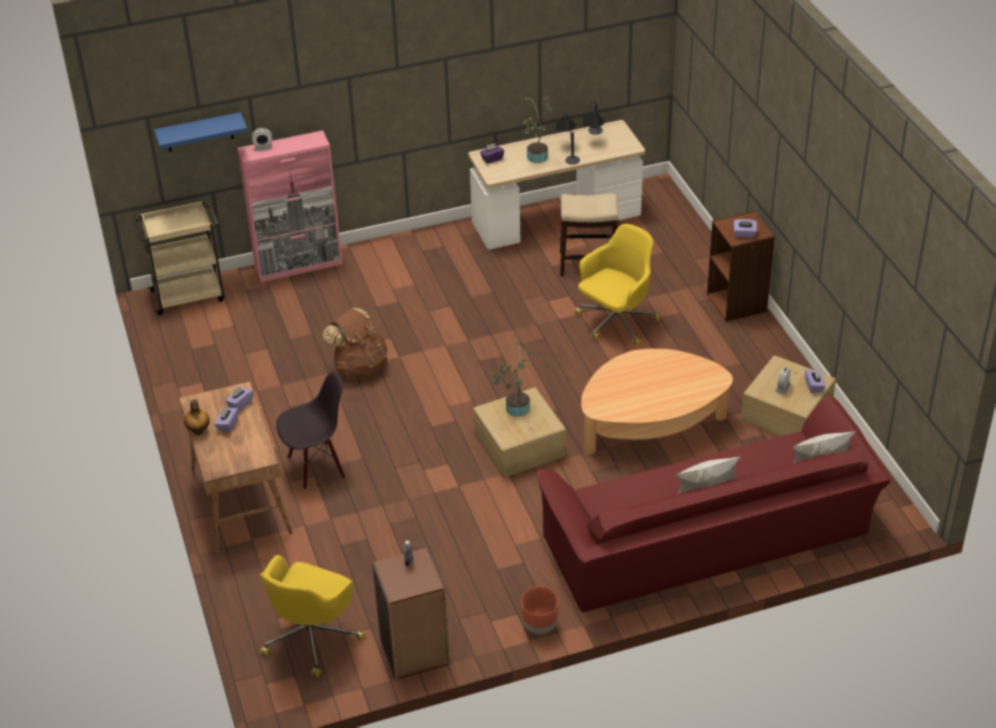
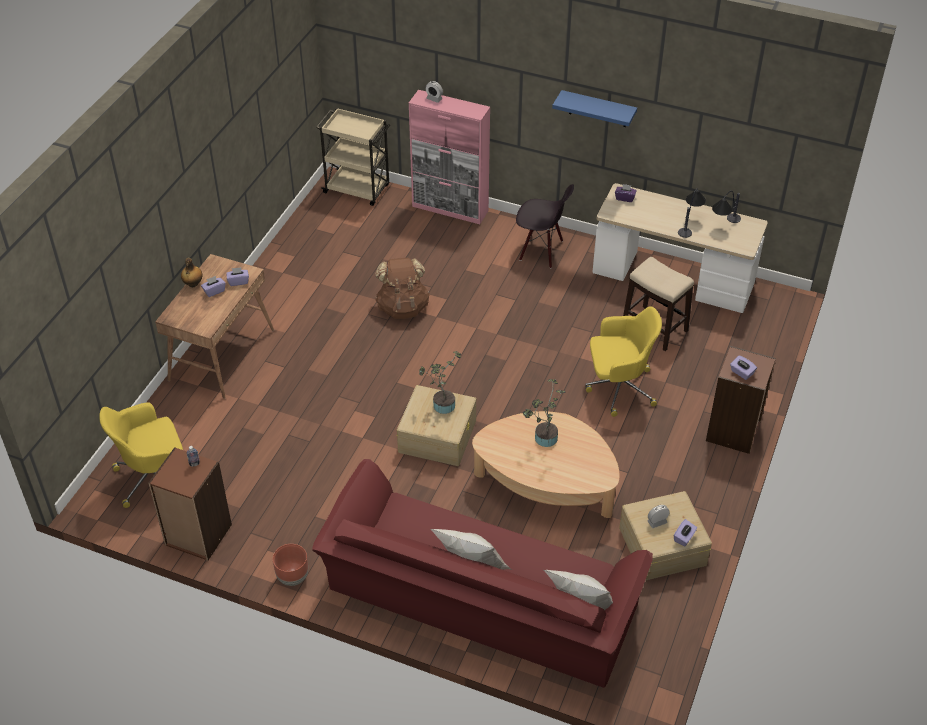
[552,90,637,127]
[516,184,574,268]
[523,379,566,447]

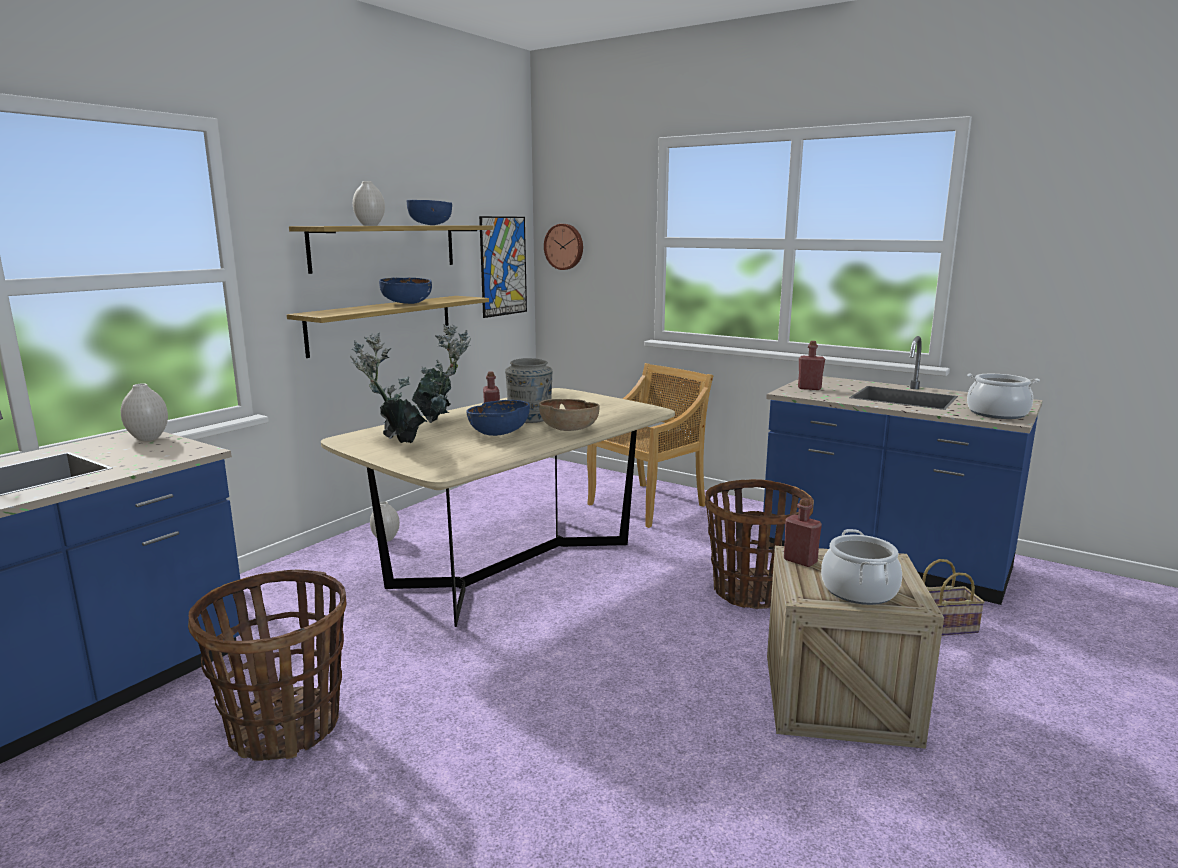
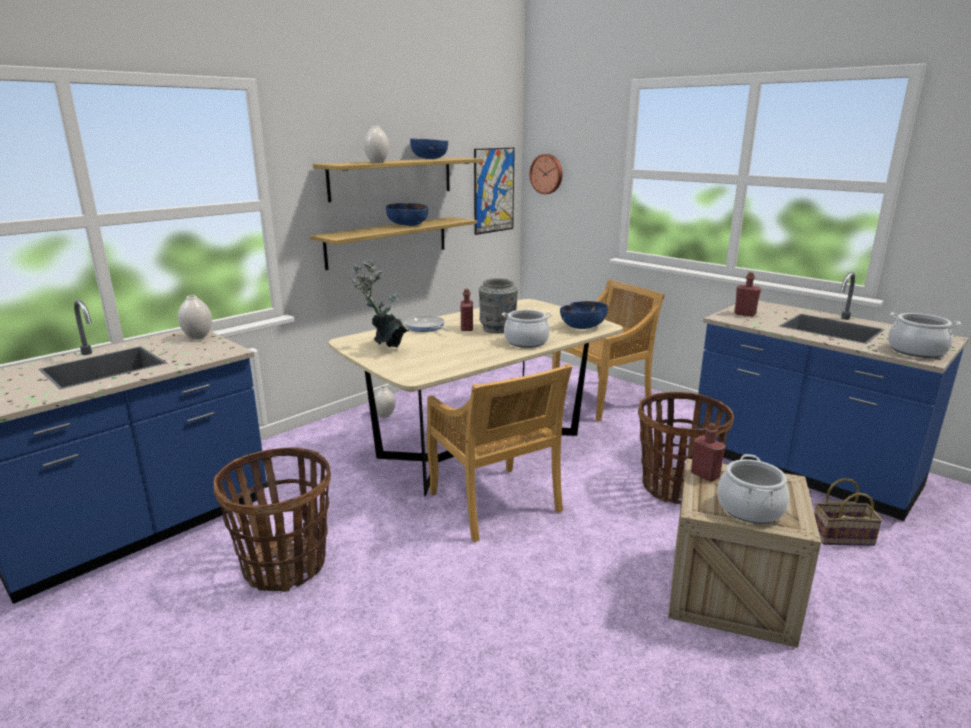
[427,364,572,542]
[560,301,608,329]
[404,316,450,332]
[502,310,553,348]

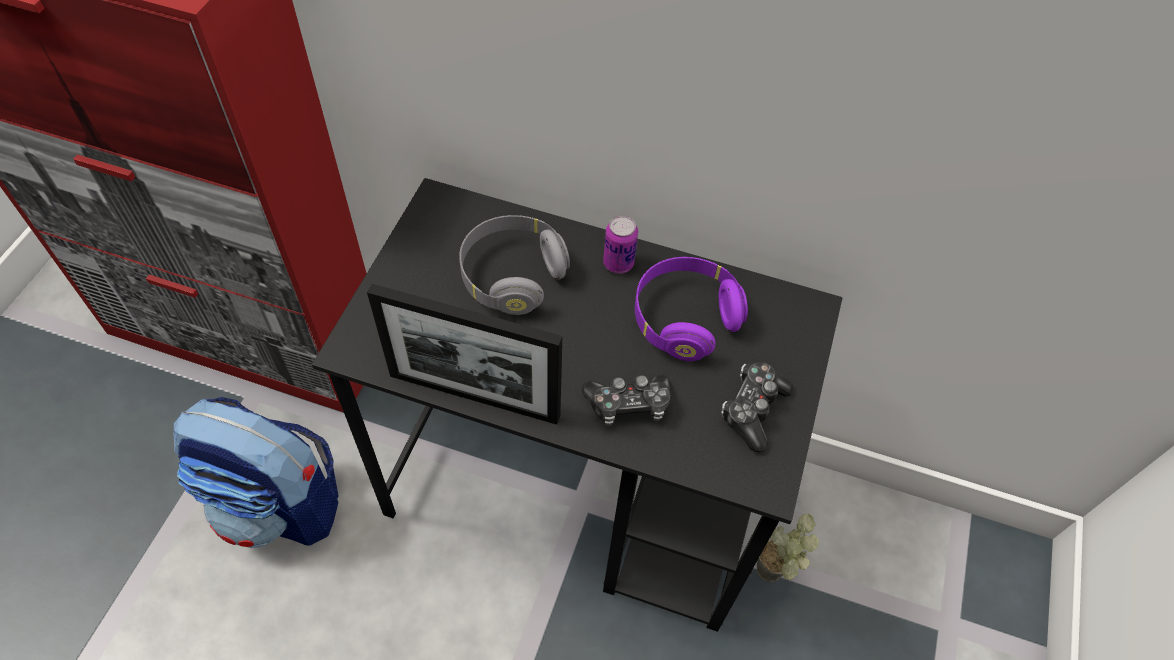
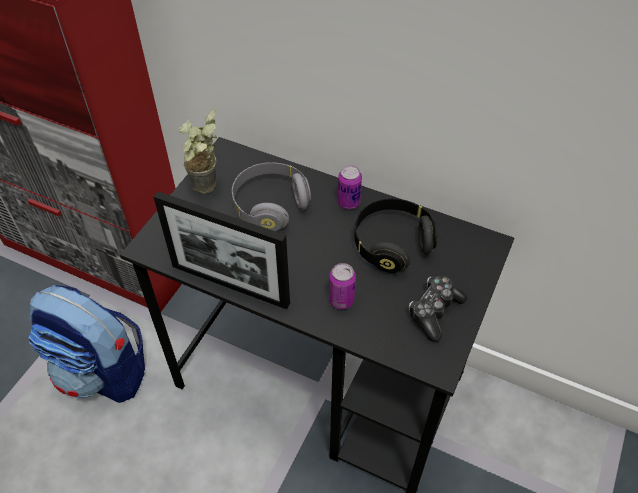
[179,108,217,194]
[329,263,356,310]
[355,198,437,273]

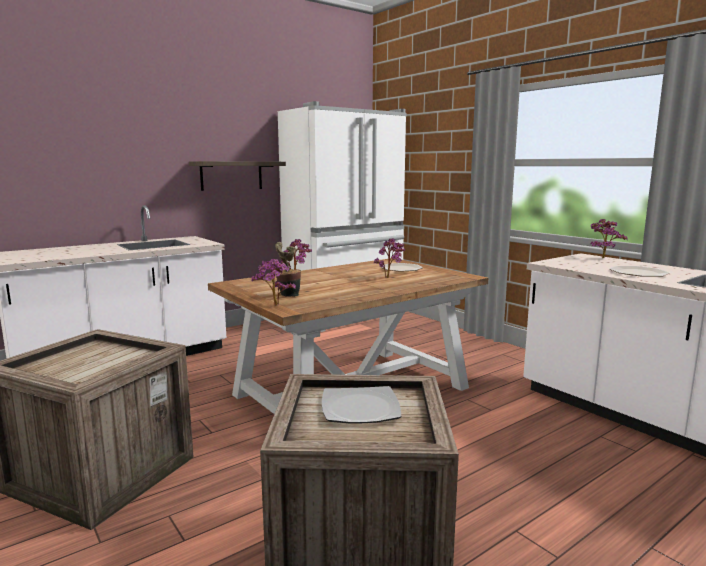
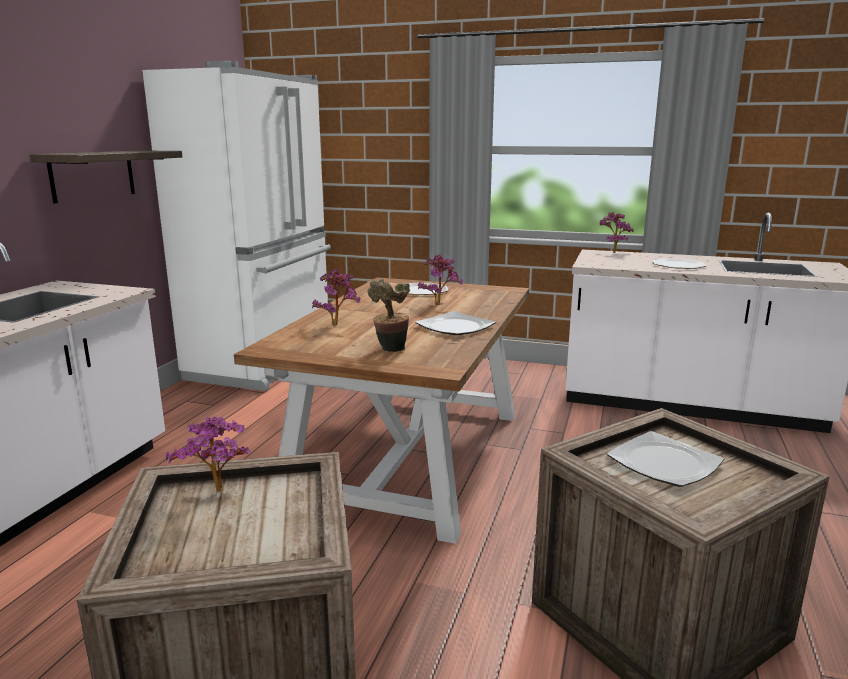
[415,311,496,335]
[166,417,250,492]

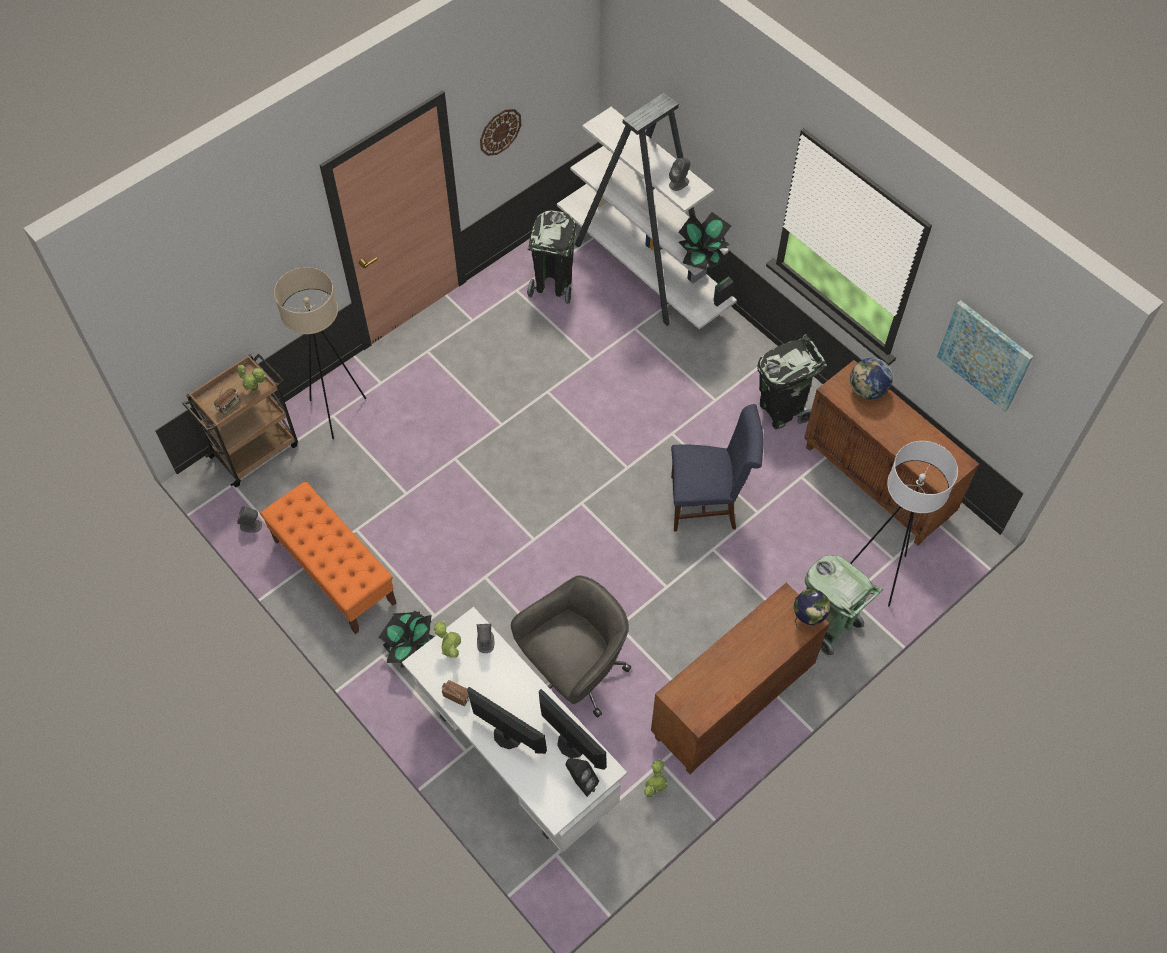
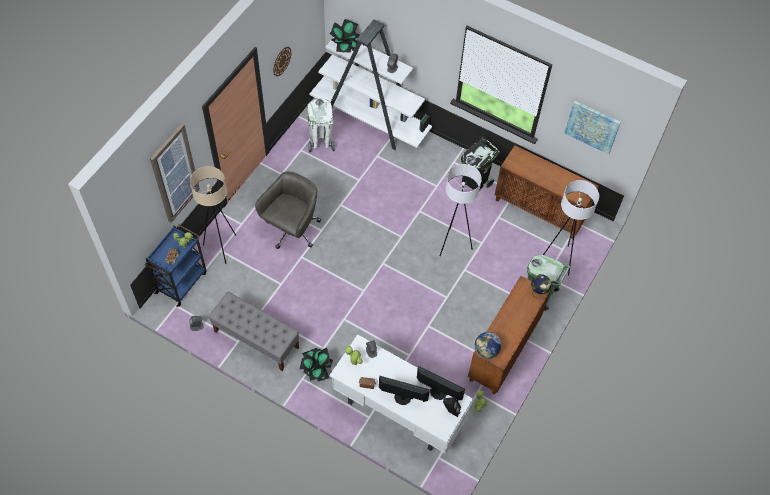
[150,123,200,223]
[255,172,321,249]
[329,19,360,53]
[475,332,501,359]
[440,164,482,256]
[145,224,206,307]
[208,292,299,371]
[307,99,335,153]

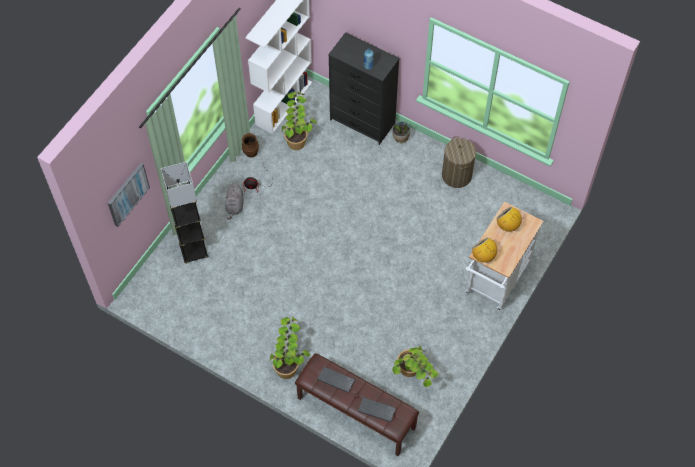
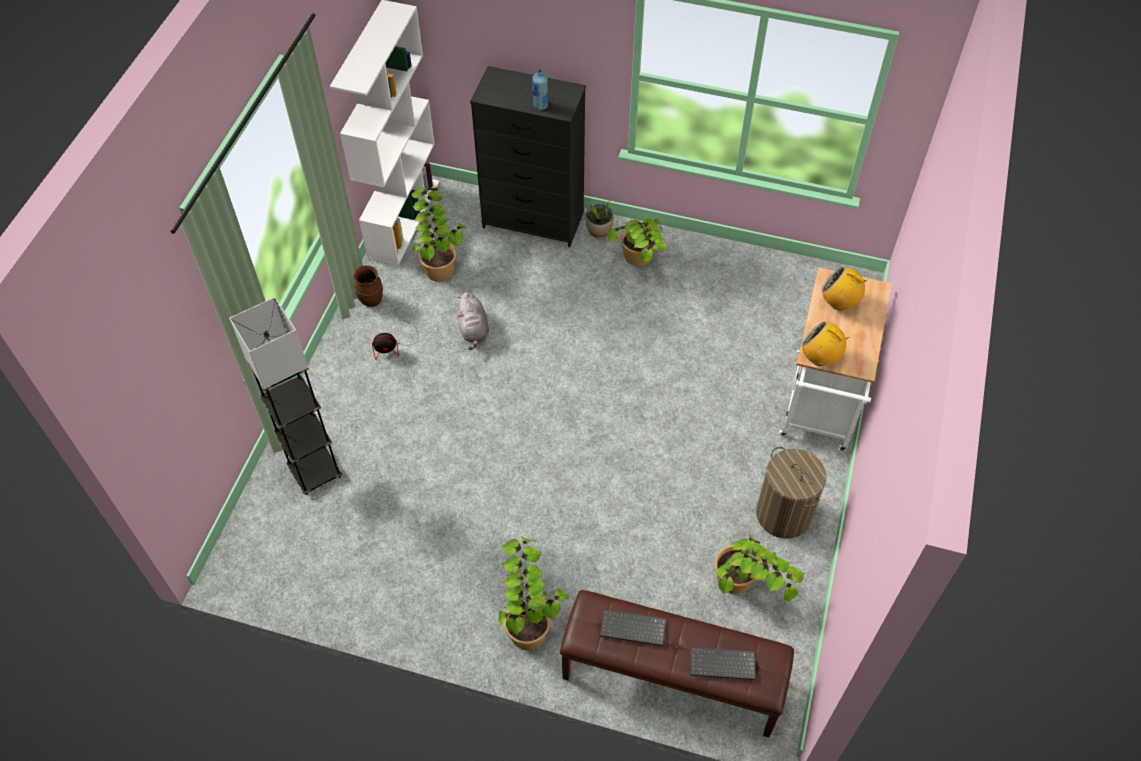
[108,163,150,227] (first image)
[607,218,668,266]
[457,292,489,350]
[756,447,826,539]

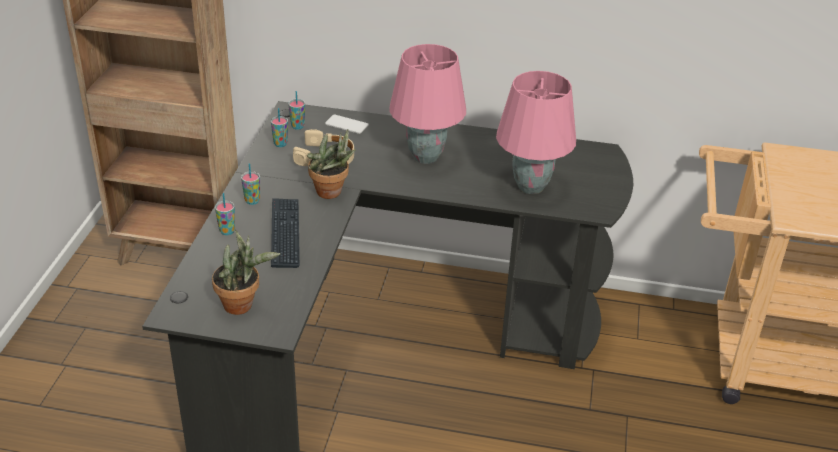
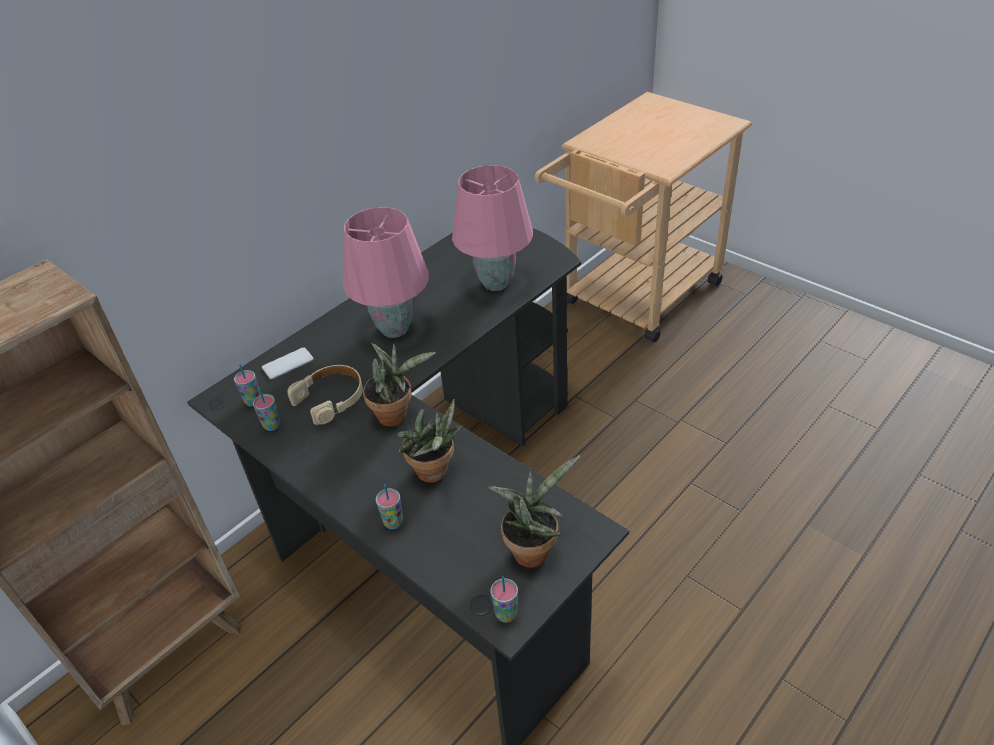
[490,576,518,623]
[397,399,463,483]

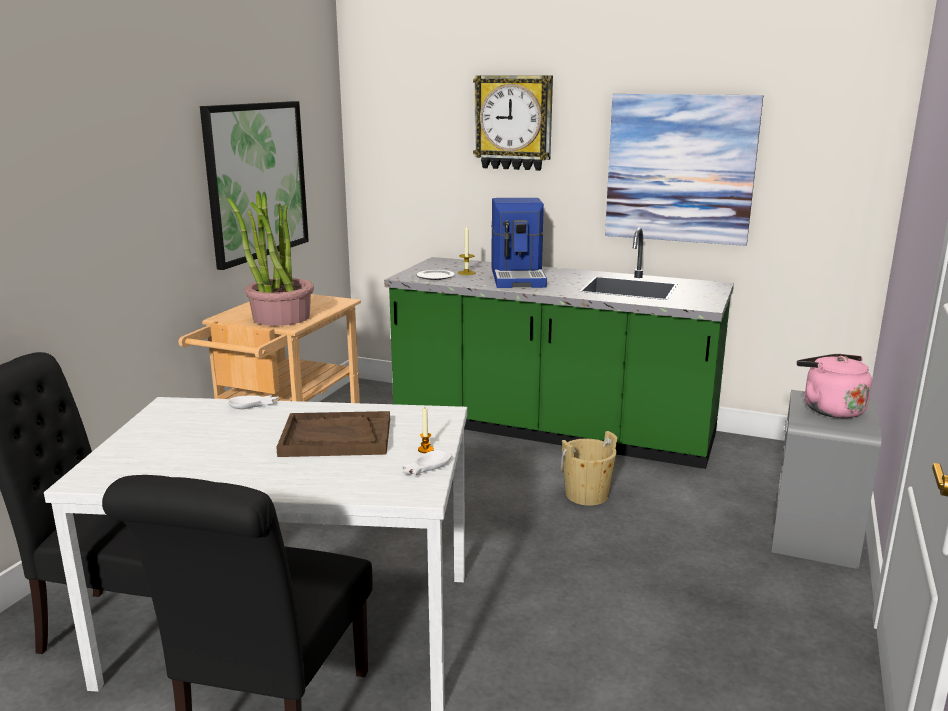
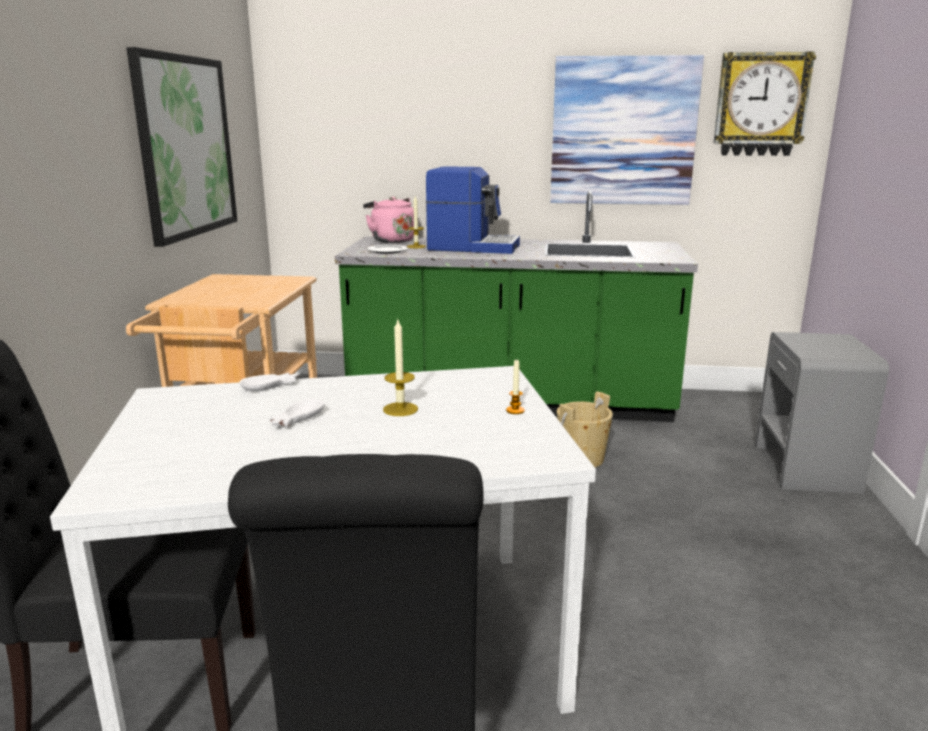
[227,191,314,326] (first image)
[269,399,325,426]
[713,51,816,156]
[363,197,414,243]
[383,320,418,416]
[426,166,520,254]

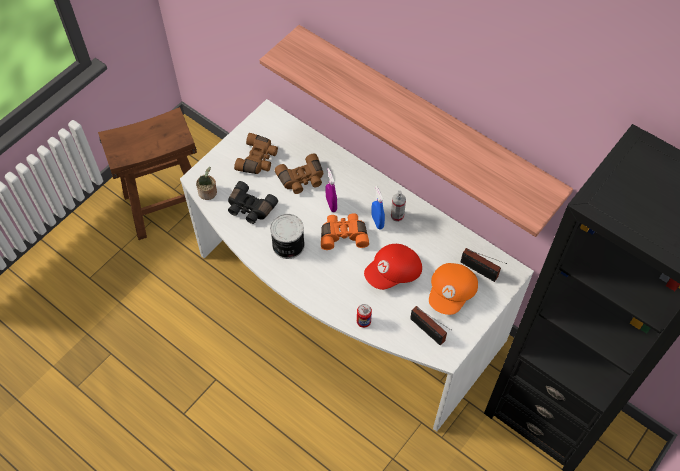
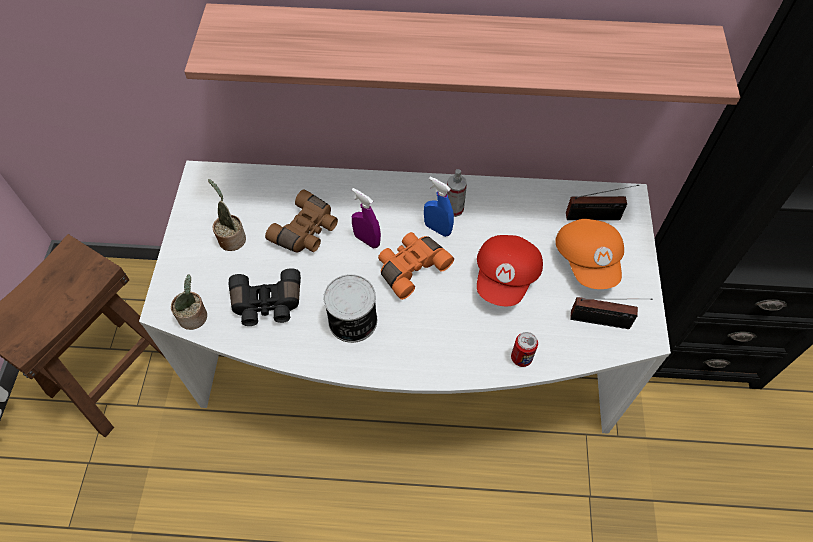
[208,179,246,251]

